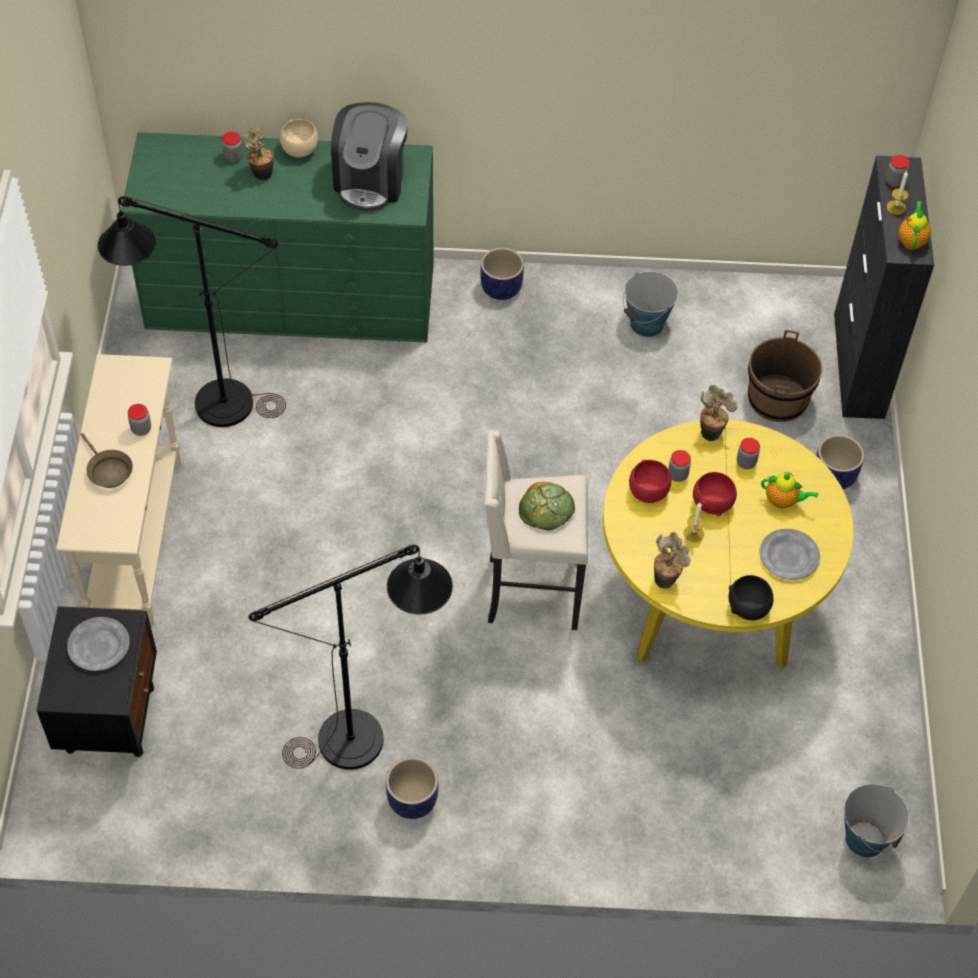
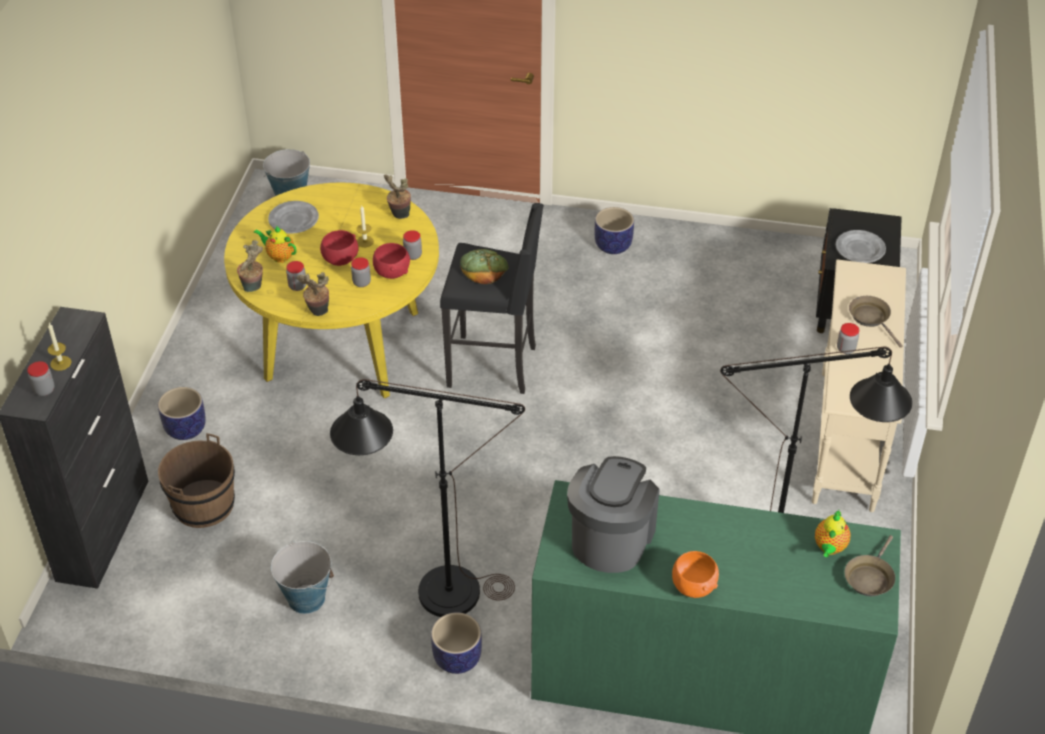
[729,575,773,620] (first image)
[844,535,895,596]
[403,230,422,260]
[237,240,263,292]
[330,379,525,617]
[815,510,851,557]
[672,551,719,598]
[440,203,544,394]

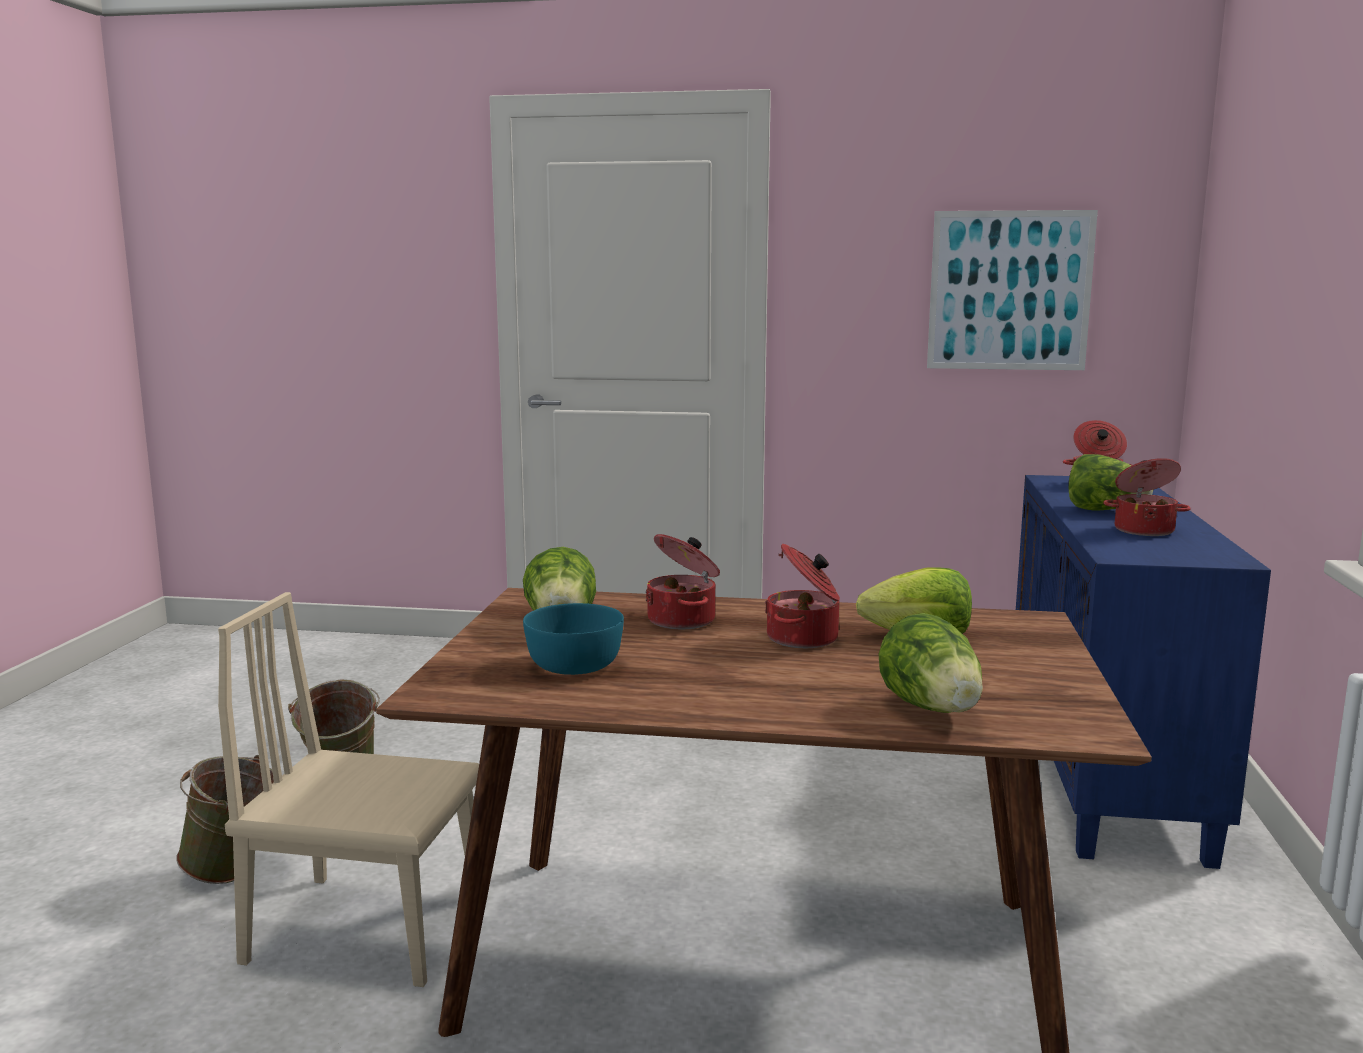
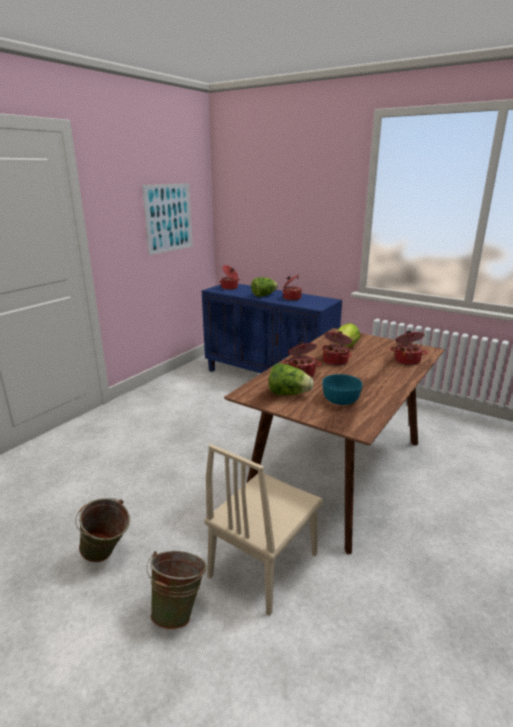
[390,331,428,366]

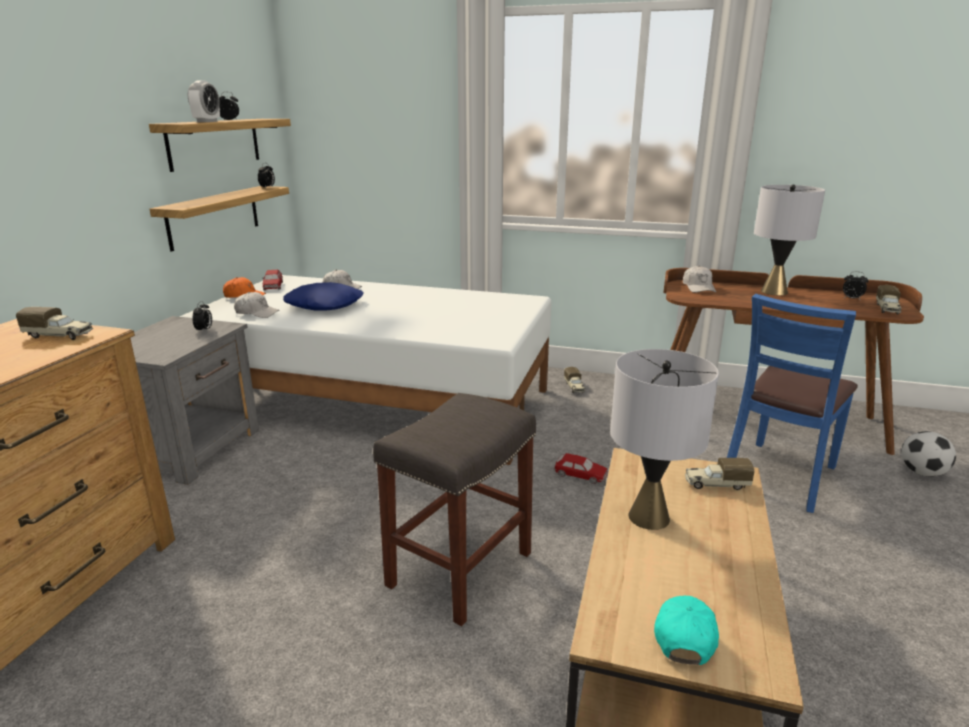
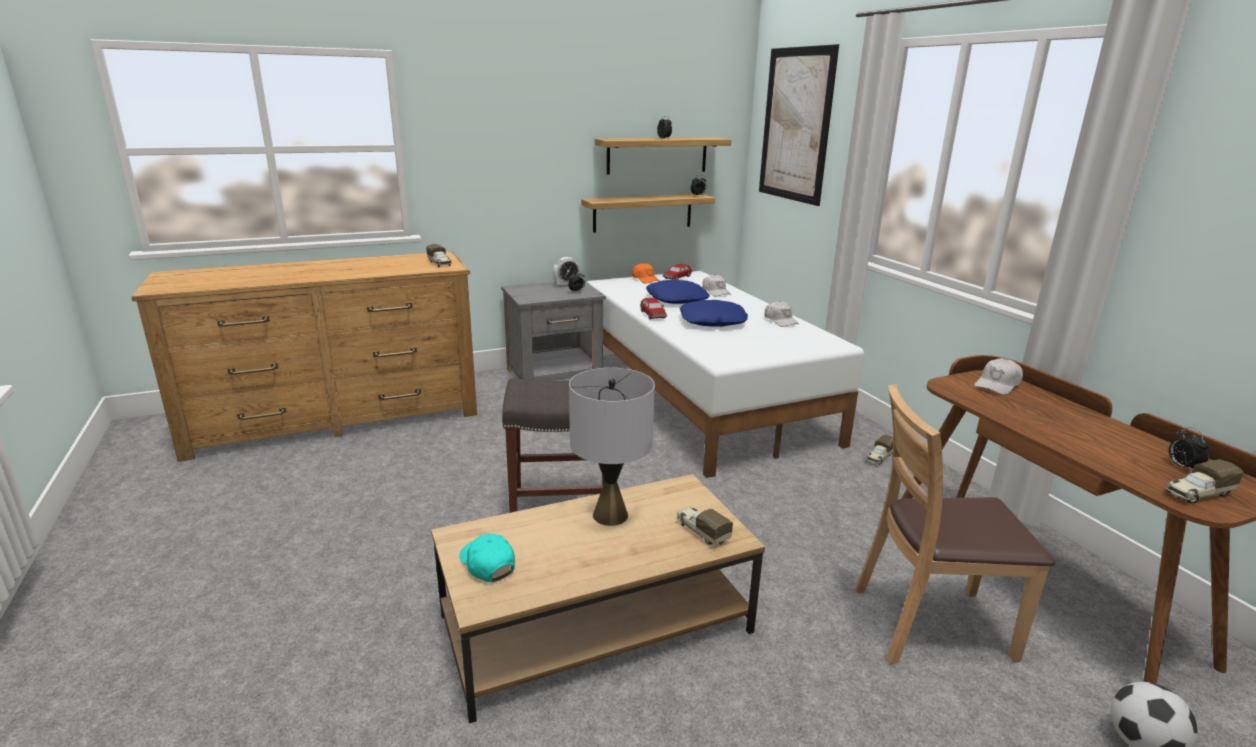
[754,184,825,295] (first image)
[680,300,748,327]
[759,44,839,206]
[553,257,580,288]
[765,301,799,327]
[640,298,667,319]
[855,384,1056,664]
[459,534,515,582]

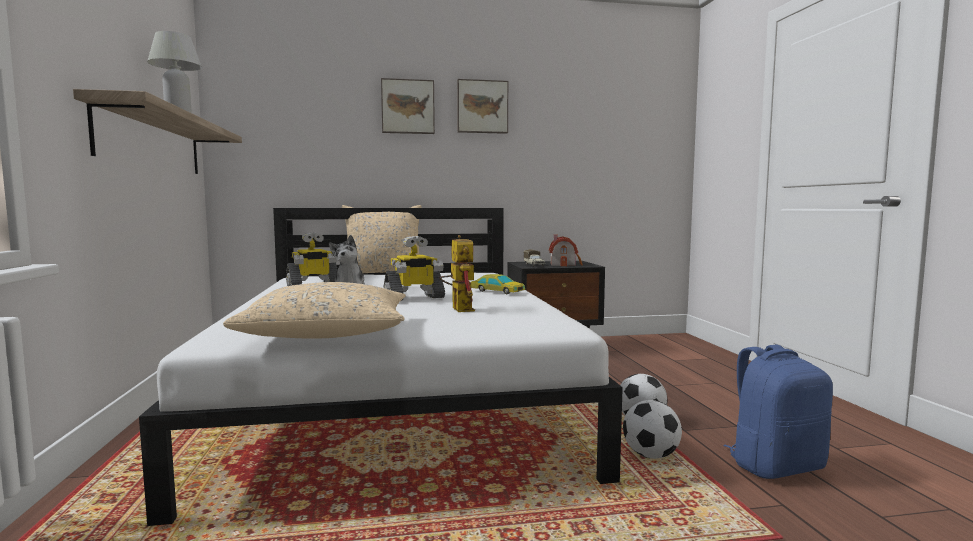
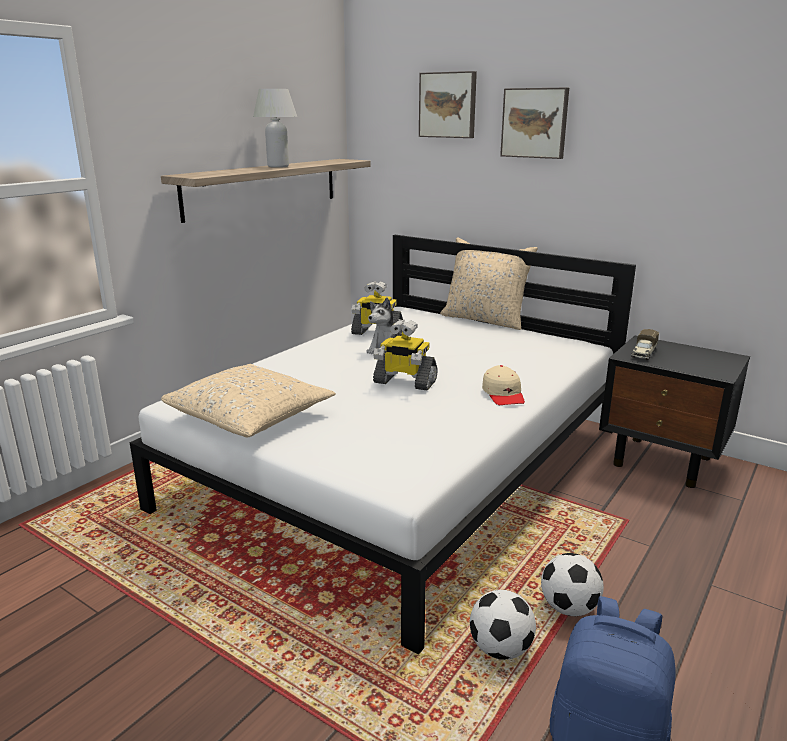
[439,235,475,312] (first image)
[549,235,583,266] (first image)
[419,71,477,138]
[482,365,525,405]

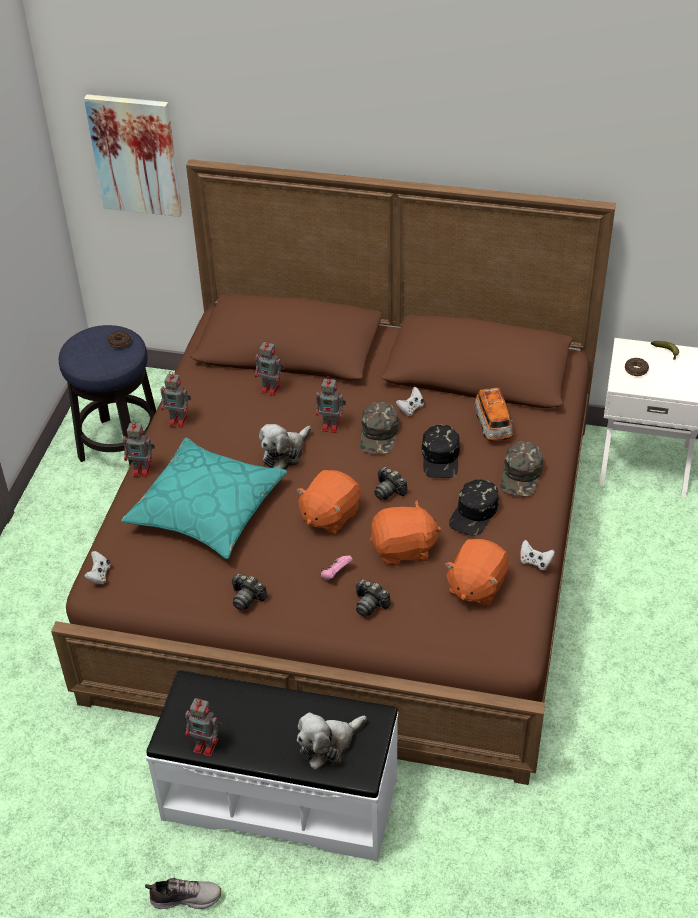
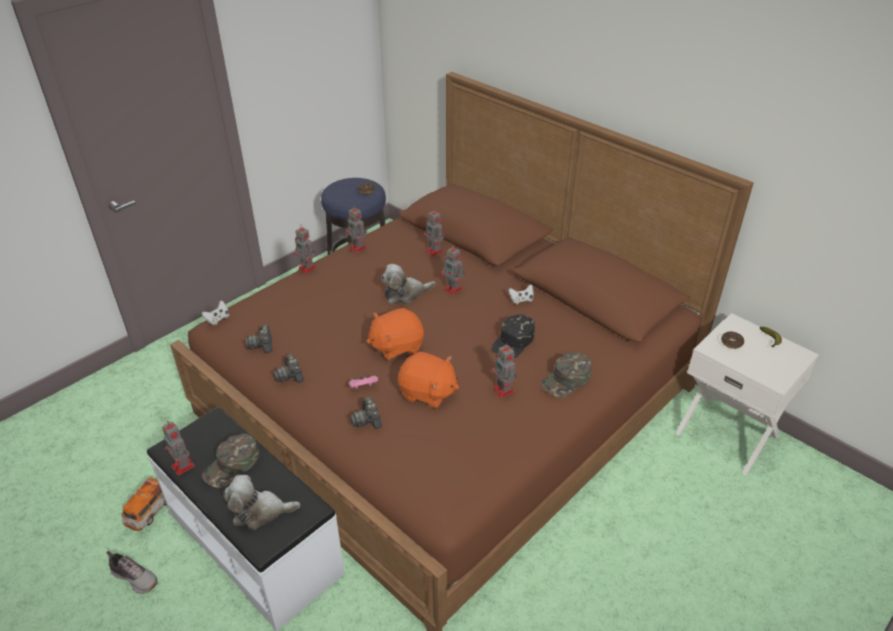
[84,94,182,217] (first image)
[121,437,287,559] (first image)
[445,539,509,606] (first image)
[520,540,555,570] (first image)
[202,434,259,488]
[245,325,272,353]
[122,478,167,531]
[491,344,517,398]

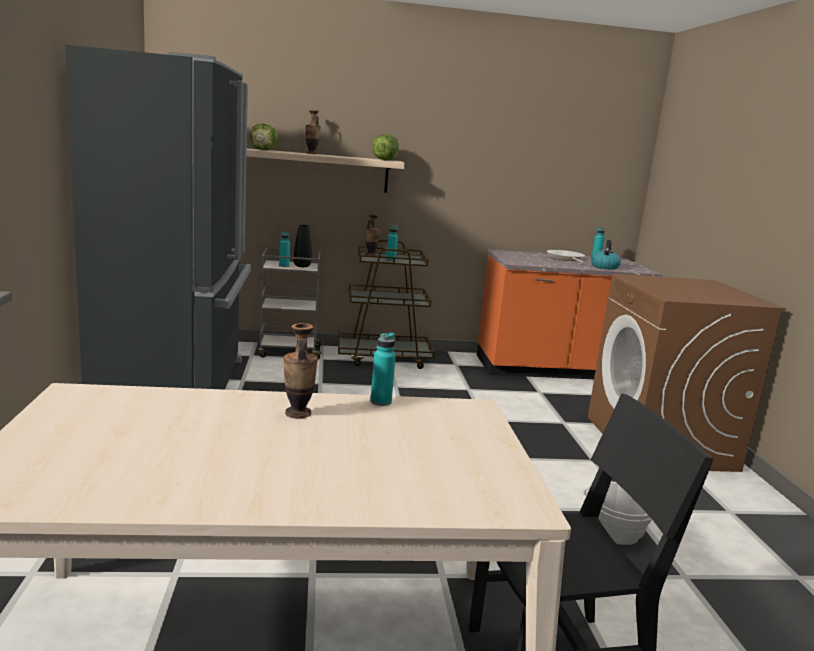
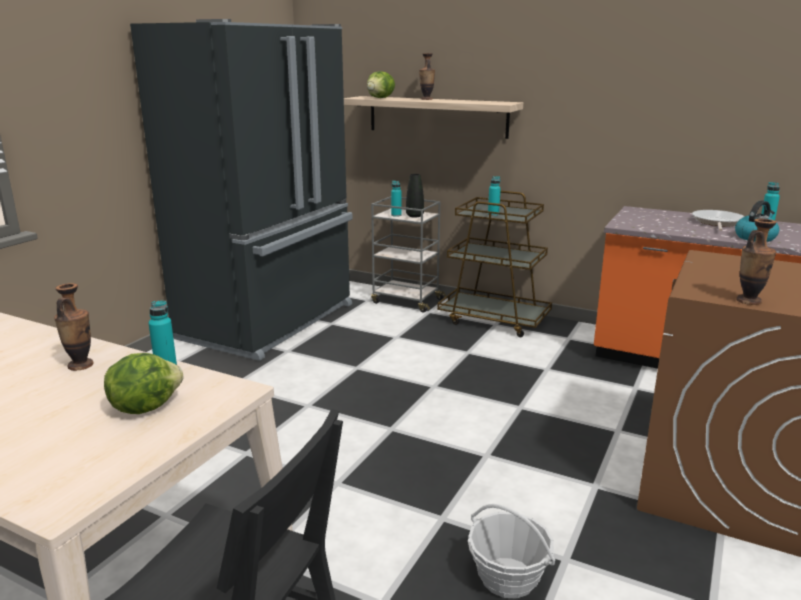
[736,219,777,305]
[104,353,184,414]

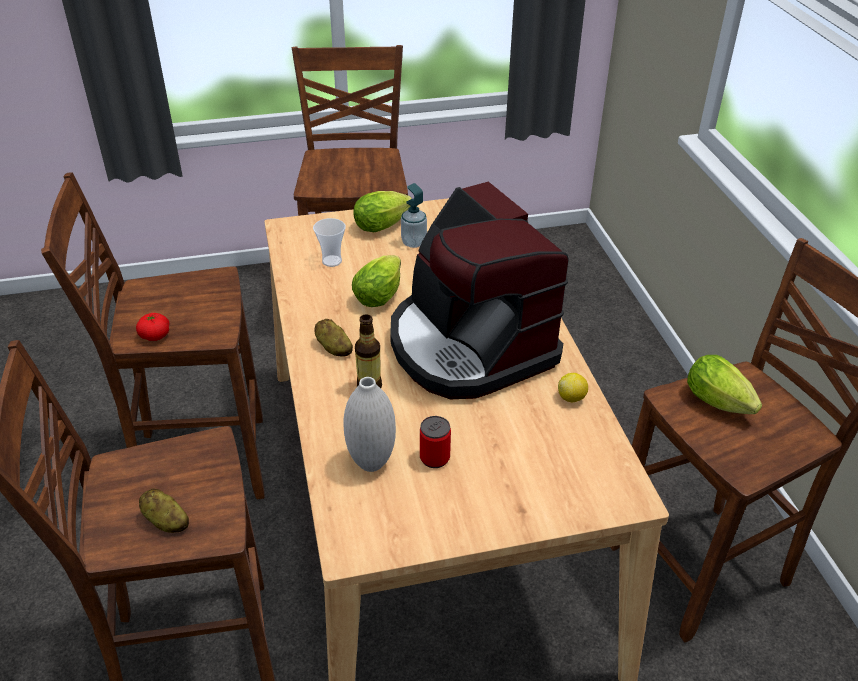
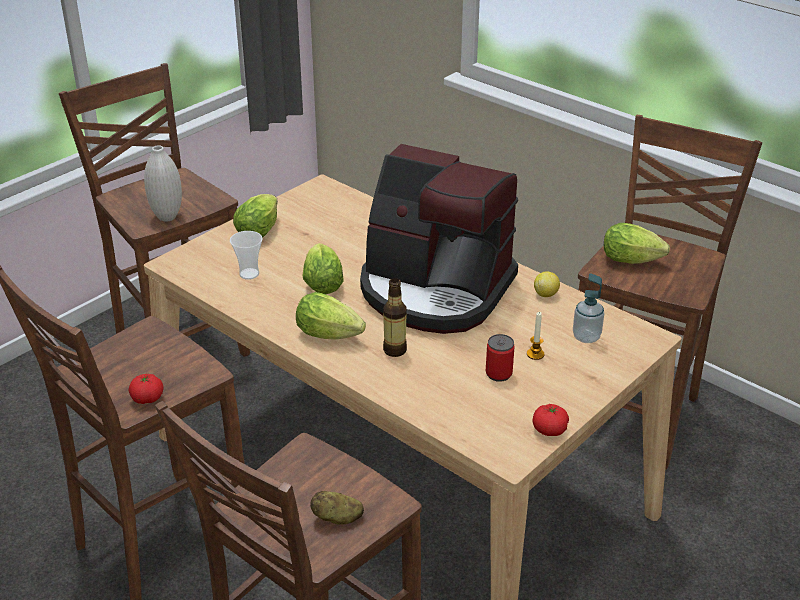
[527,312,544,360]
[533,404,569,436]
[144,145,182,222]
[573,273,604,343]
[296,292,366,339]

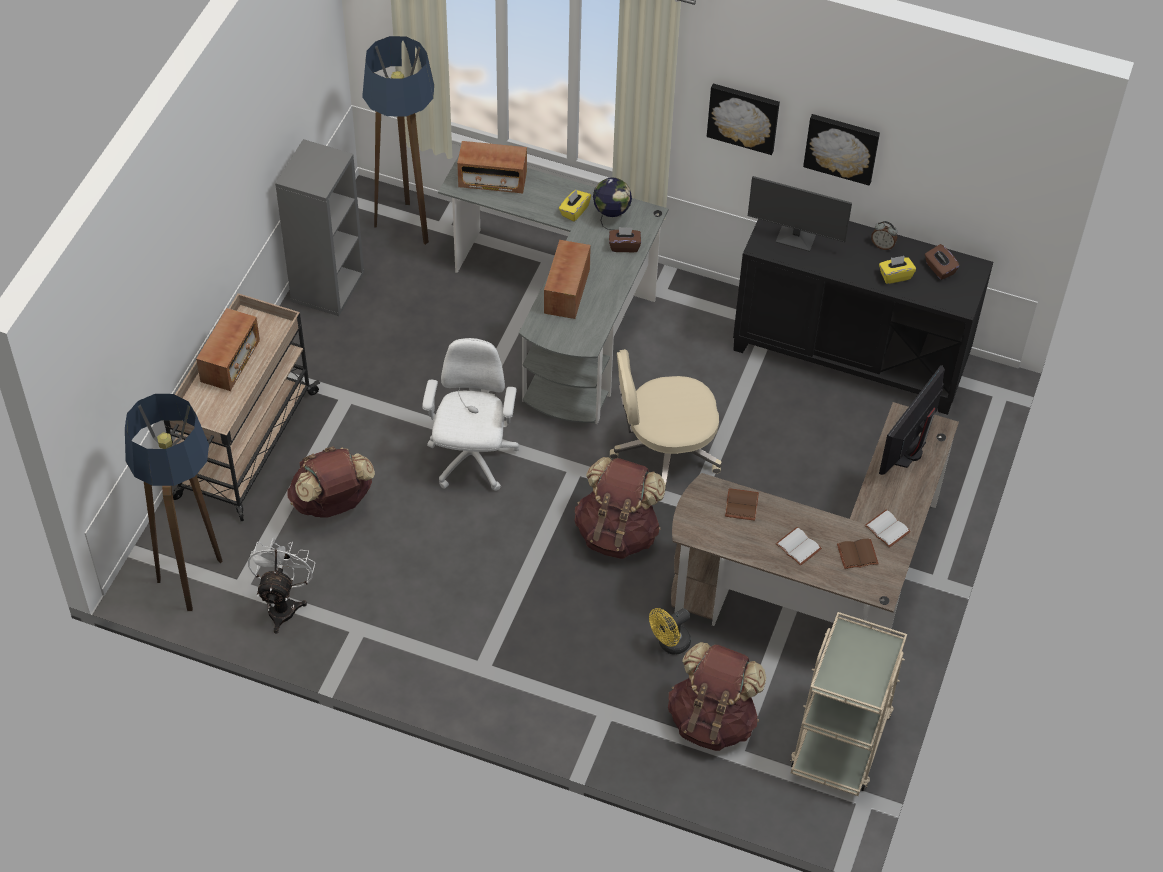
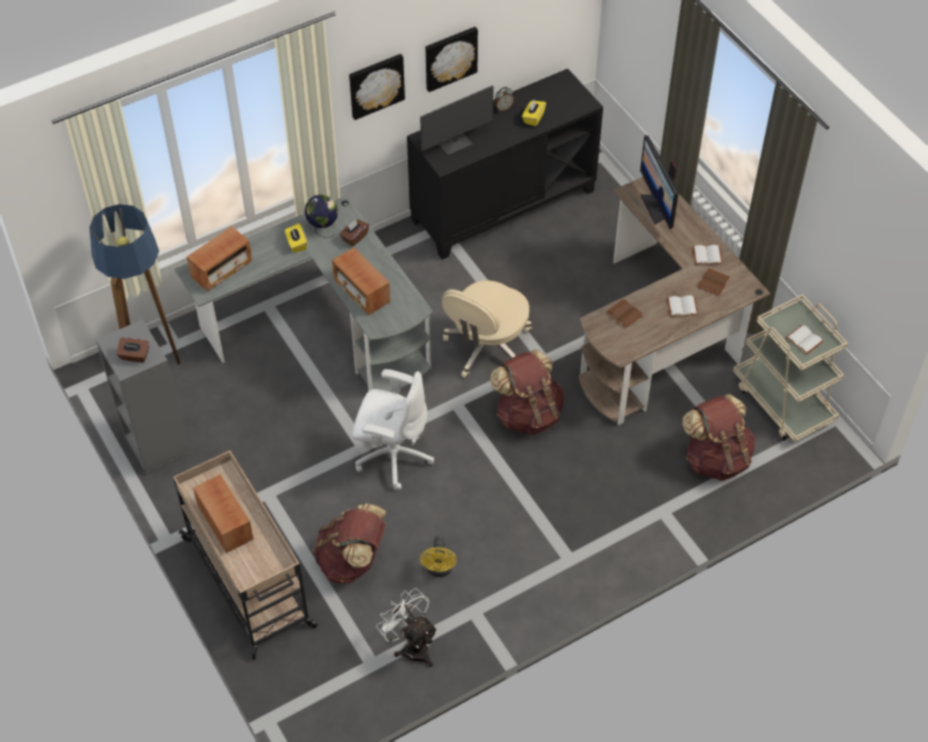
[125,394,223,611] (first image)
[786,325,824,355]
[420,536,457,577]
[116,337,149,363]
[352,369,434,490]

